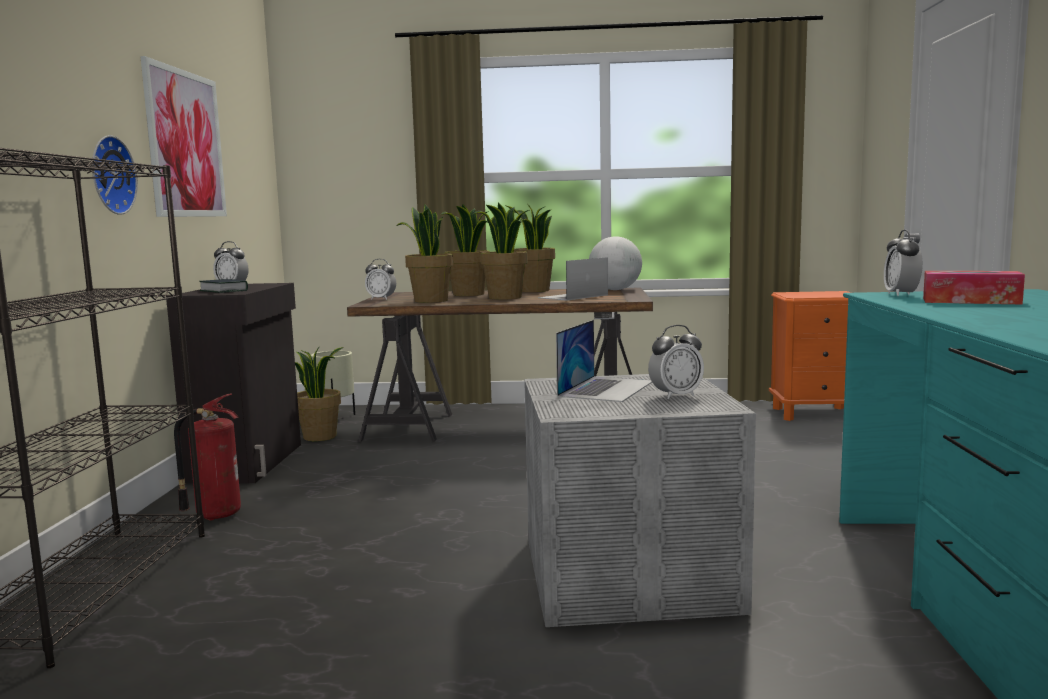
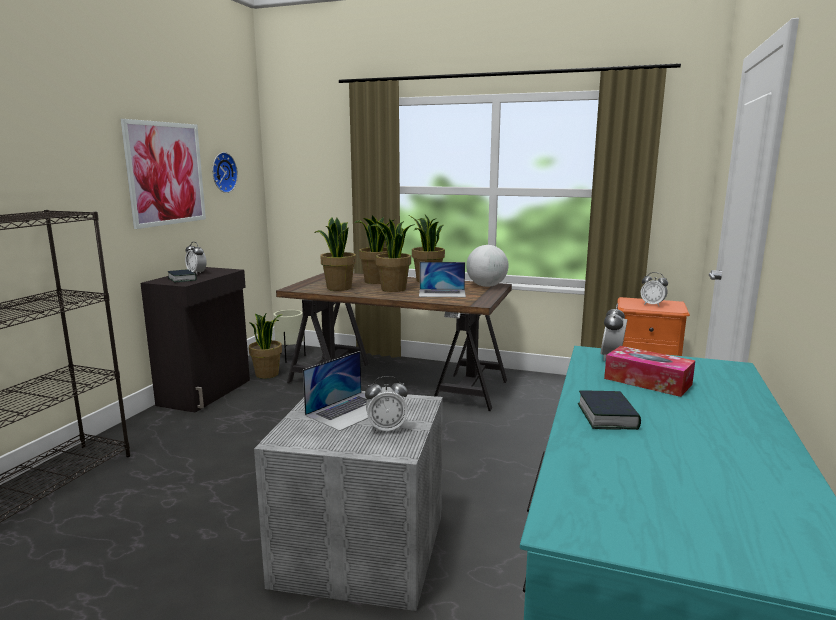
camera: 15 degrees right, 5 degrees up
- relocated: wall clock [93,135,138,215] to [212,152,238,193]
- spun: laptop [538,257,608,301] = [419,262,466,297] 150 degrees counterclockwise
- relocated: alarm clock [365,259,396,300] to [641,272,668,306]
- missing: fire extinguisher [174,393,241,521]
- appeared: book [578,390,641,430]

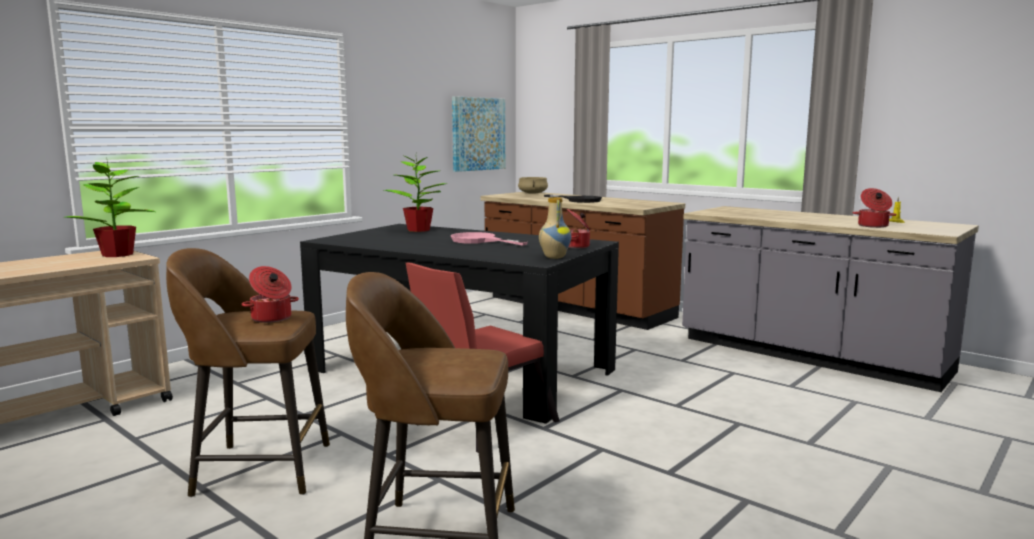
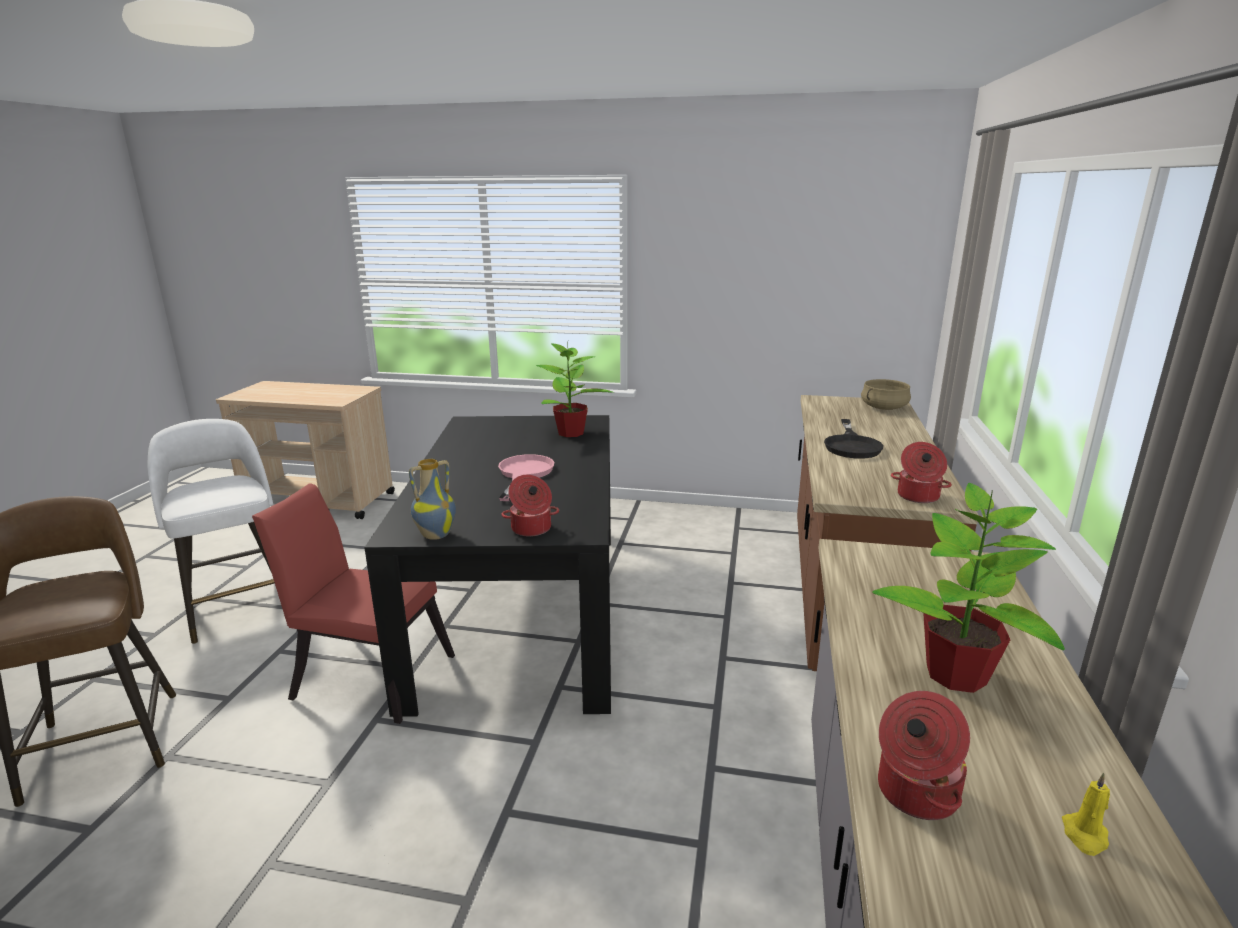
camera: 60 degrees right, 10 degrees up
- missing: picture [452,96,505,172]
- relocated: potted plant [65,161,156,257] to [872,483,1065,693]
- colour: stool (brown) [166,248,330,497] to stool (white) [148,419,275,644]
- relocated: cooking pot [241,266,299,323] to [891,442,952,503]

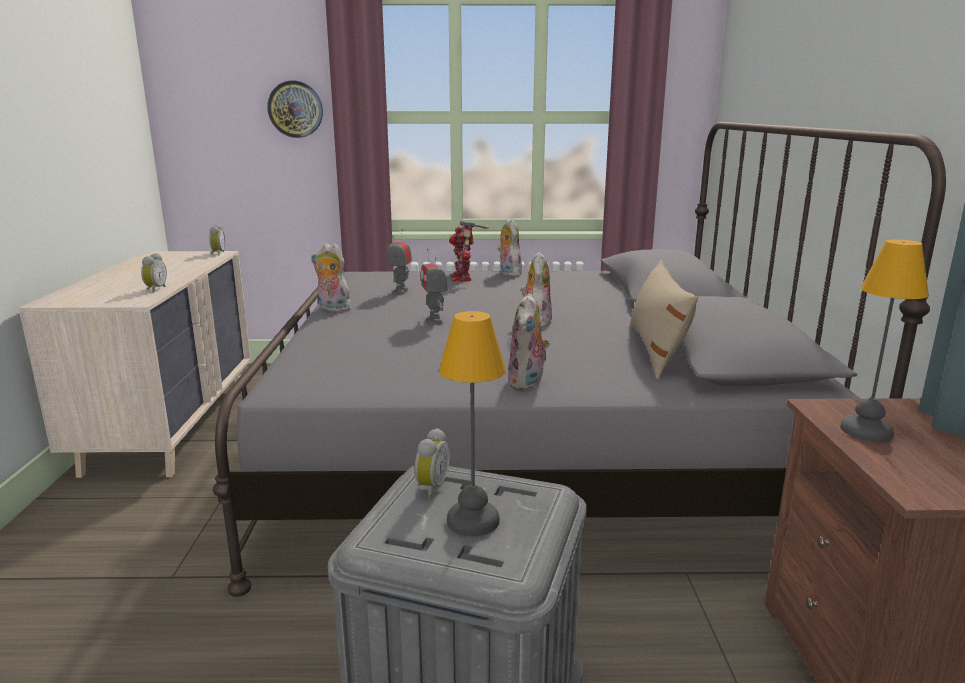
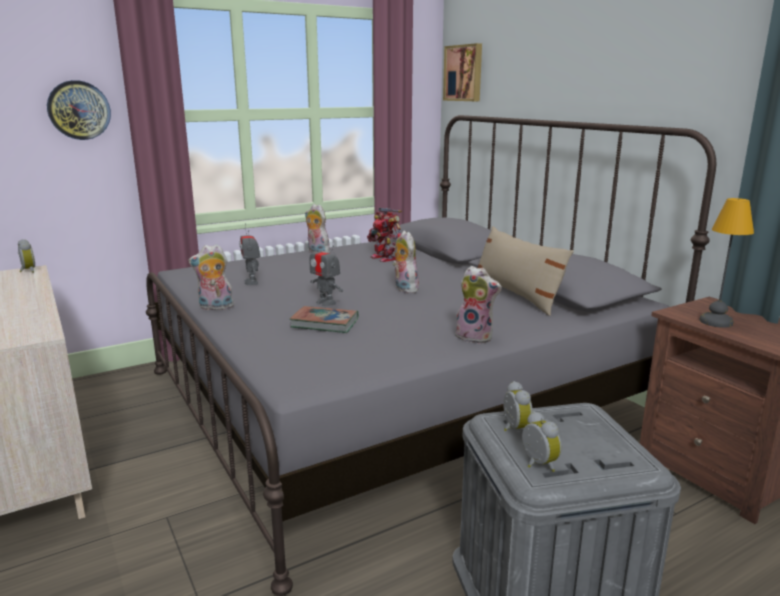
camera: 30 degrees left, 0 degrees up
- relocated: toy robot [449,221,488,281] to [367,208,402,262]
- relocated: alarm clock [141,253,167,292] to [522,411,562,472]
- spun: plush toy [508,293,550,391] = [455,266,502,344] 45 degrees counterclockwise
- missing: table lamp [439,311,506,536]
- appeared: picture [443,43,482,101]
- appeared: book [290,306,358,333]

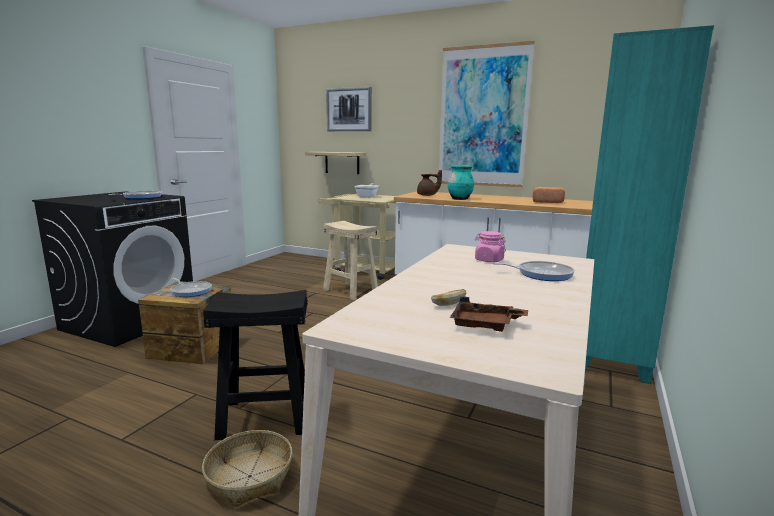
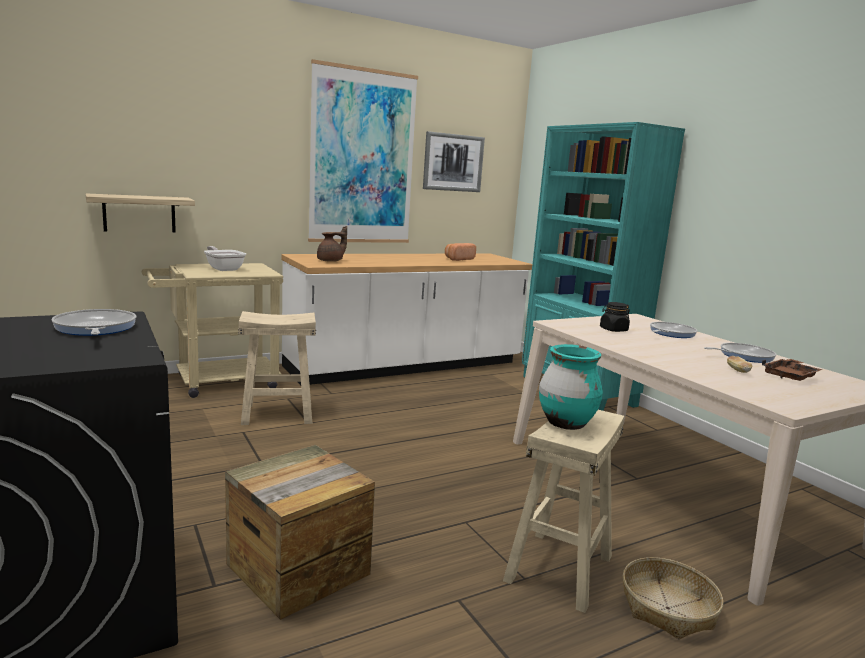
camera: 55 degrees left, 0 degrees up
- relocated: picture [326,87,372,131] to [423,131,485,192]
- relocated: vase (turquoise) [447,165,474,200] to [539,344,603,430]
- colour: jar (pink) [475,231,506,262] to jar (black) [600,302,630,332]
- relocated: frying pan [170,278,212,297] to [704,343,776,363]
- colour: stool (black) [203,290,308,440] to stool (beige) [503,410,624,613]

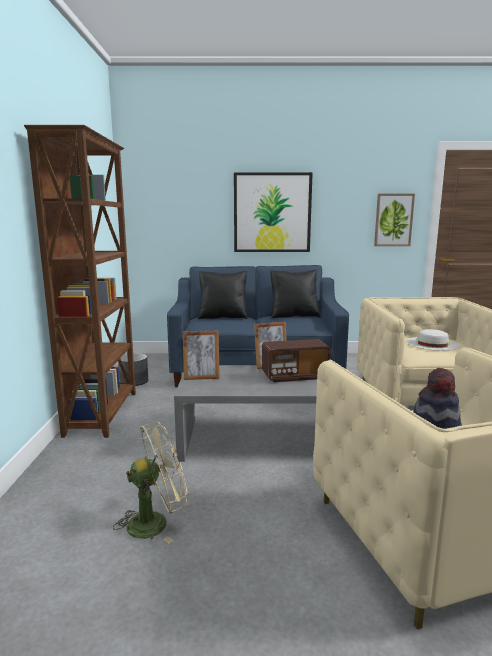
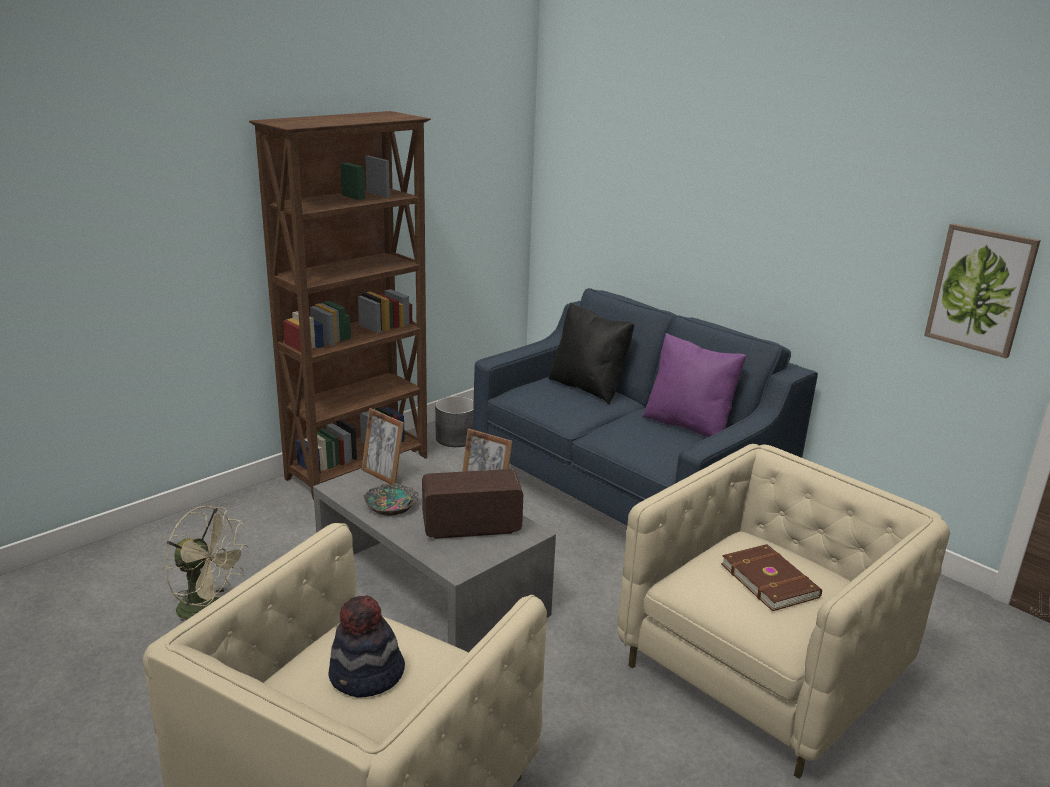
camera: 45 degrees right, 10 degrees up
- missing: picture [234,172,313,252]
- colour: pillow (black) [270,270,320,318] to pillow (purple) [642,333,746,437]
- exchanged: hat (white) [406,329,460,351] to book (brown) [721,544,822,611]
- spun: radio [262,339,331,382] = [422,469,523,539] 135 degrees clockwise
- appeared: bowl [364,483,418,516]

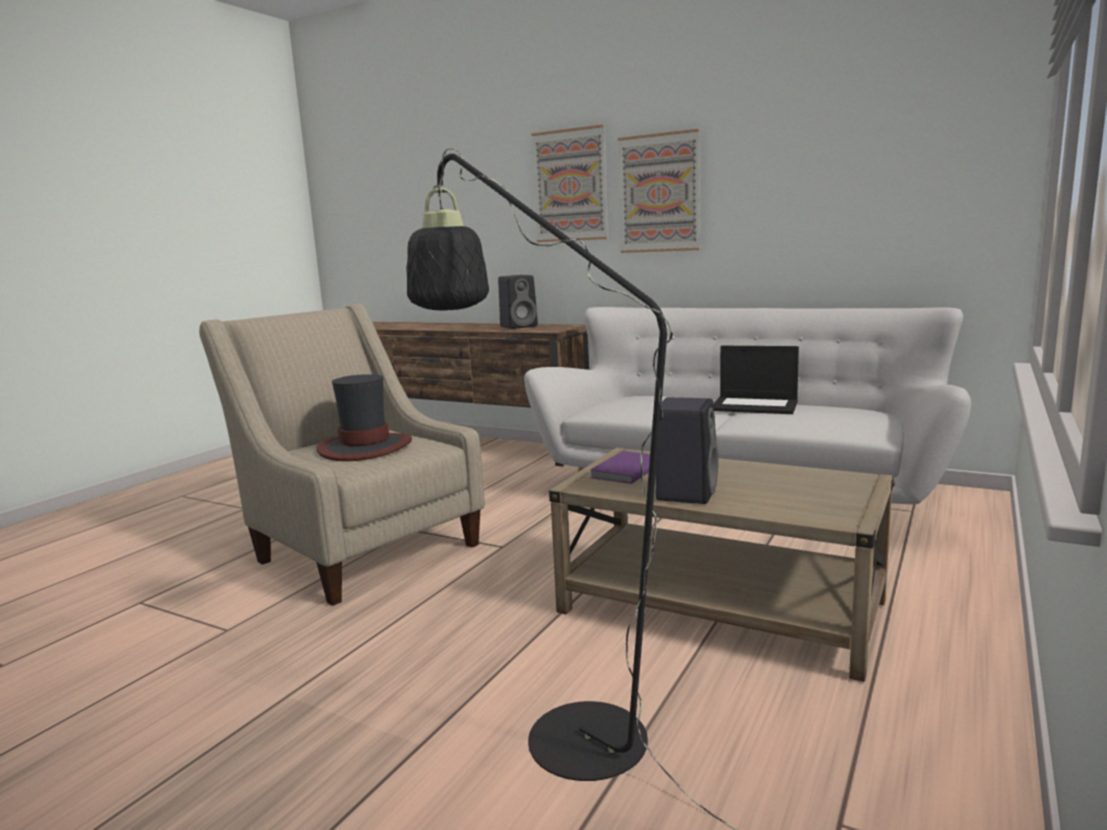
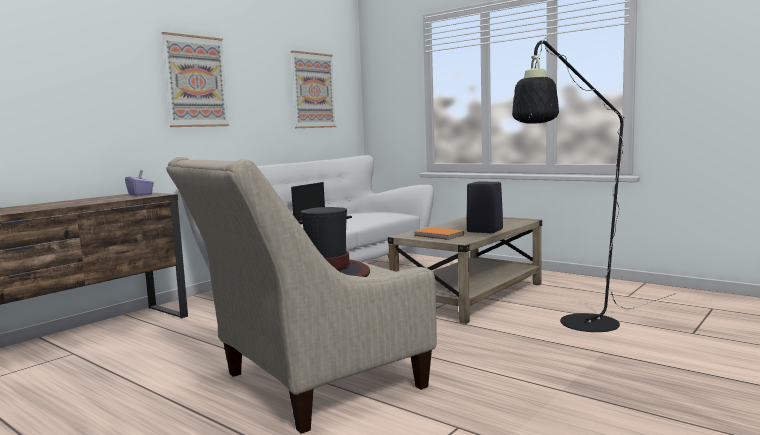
camera: 80 degrees left, 5 degrees down
- relocated: picture [531,124,608,242] to [291,51,336,128]
- missing: speaker (black) [498,275,538,329]
- colour: book (purple) [590,451,650,484] to book (orange) [414,228,464,240]
- appeared: tissue box (purple) [125,170,154,196]

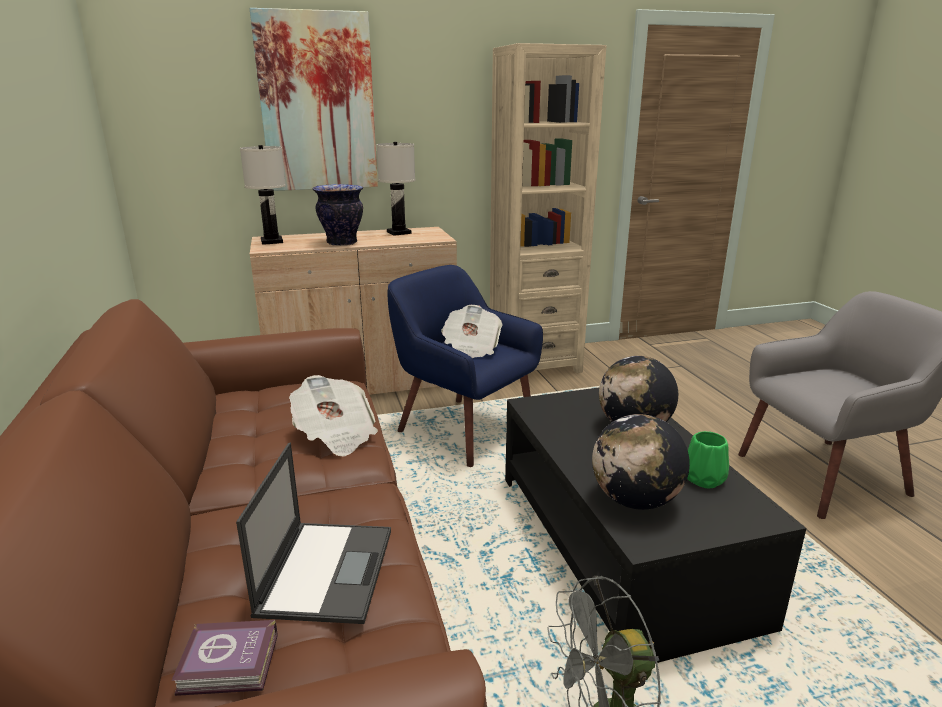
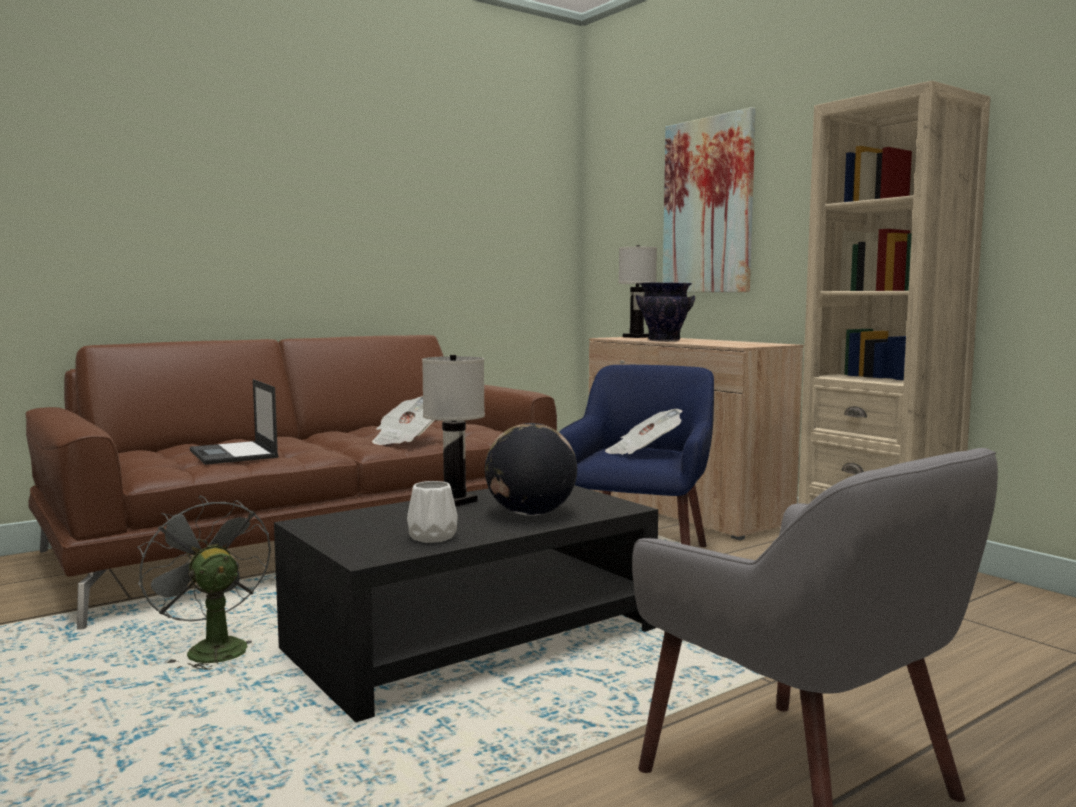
camera: 70 degrees right, 15 degrees down
- relocated: table lamp (white) [376,142,415,236] to [422,355,485,507]
- missing: globe [592,414,690,510]
- colour: vase (green) [687,431,729,488] to vase (white) [407,481,458,543]
- spun: laptop [236,442,391,624] = [190,379,279,465] 75 degrees clockwise
- missing: book [171,620,278,696]

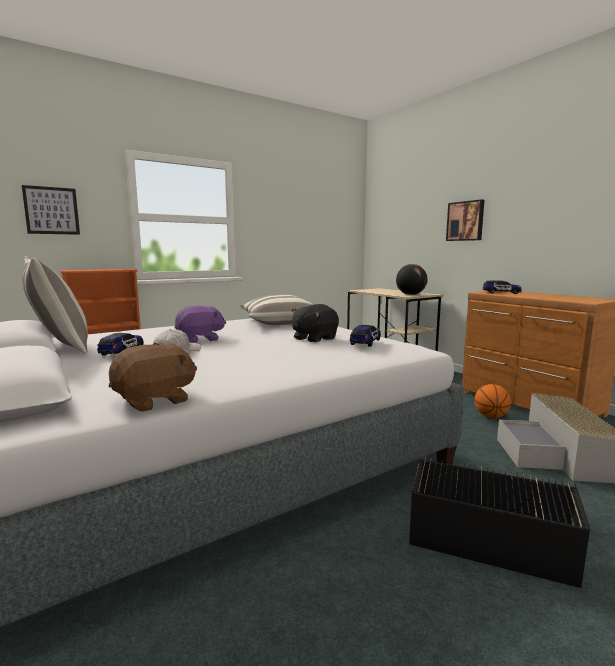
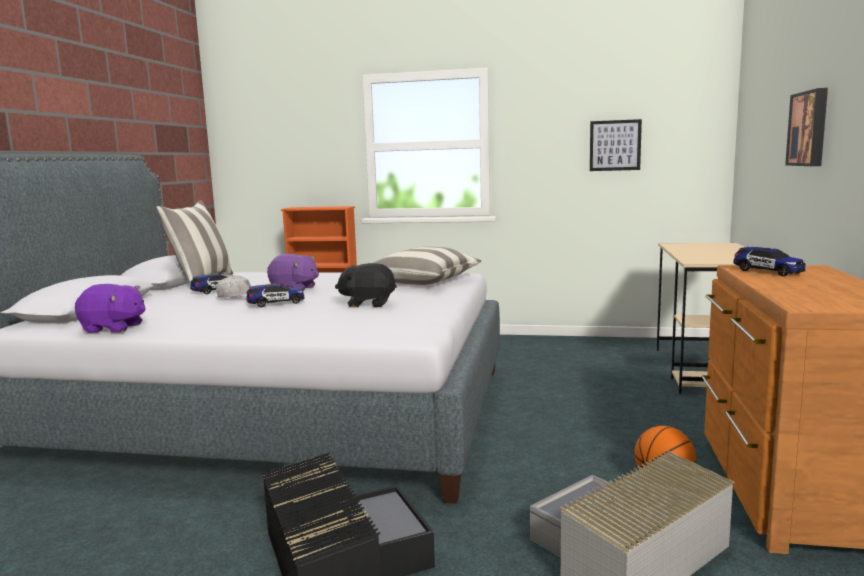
camera: 45 degrees right, 0 degrees up
- relocated: picture [22,185,80,235] to [590,119,642,171]
- missing: globe [396,264,427,295]
- relocated: toy car [350,325,381,347] to [246,284,304,307]
- colour: plush toy (brown) [109,344,197,412] to plush toy (purple) [75,284,146,333]

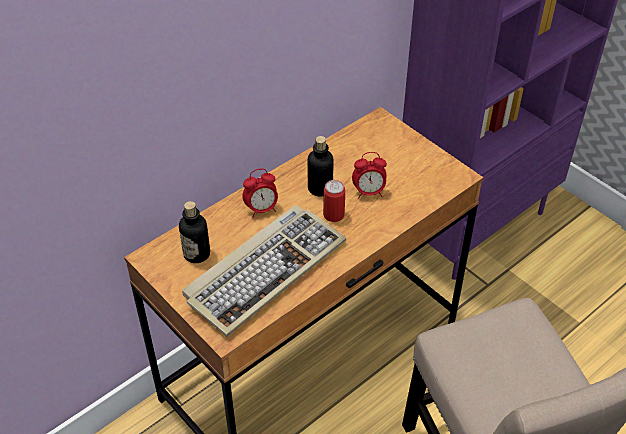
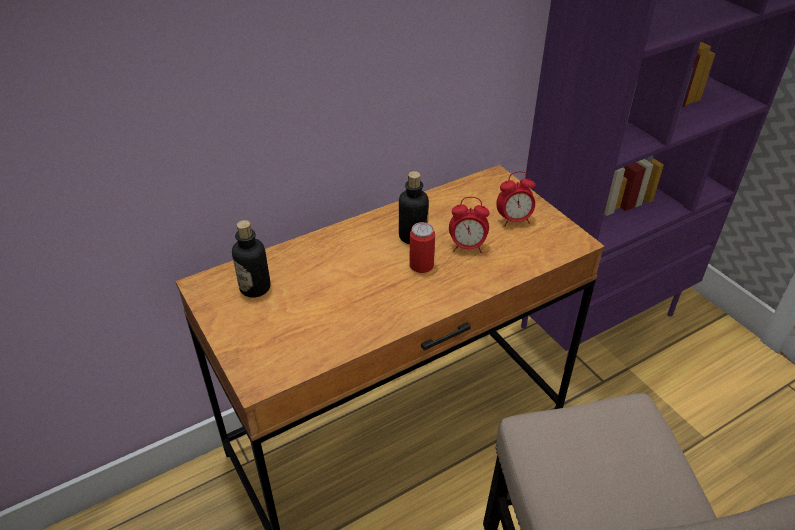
camera: 10 degrees right, 5 degrees down
- relocated: alarm clock [242,168,278,218] to [496,171,536,227]
- missing: keyboard [182,205,346,337]

